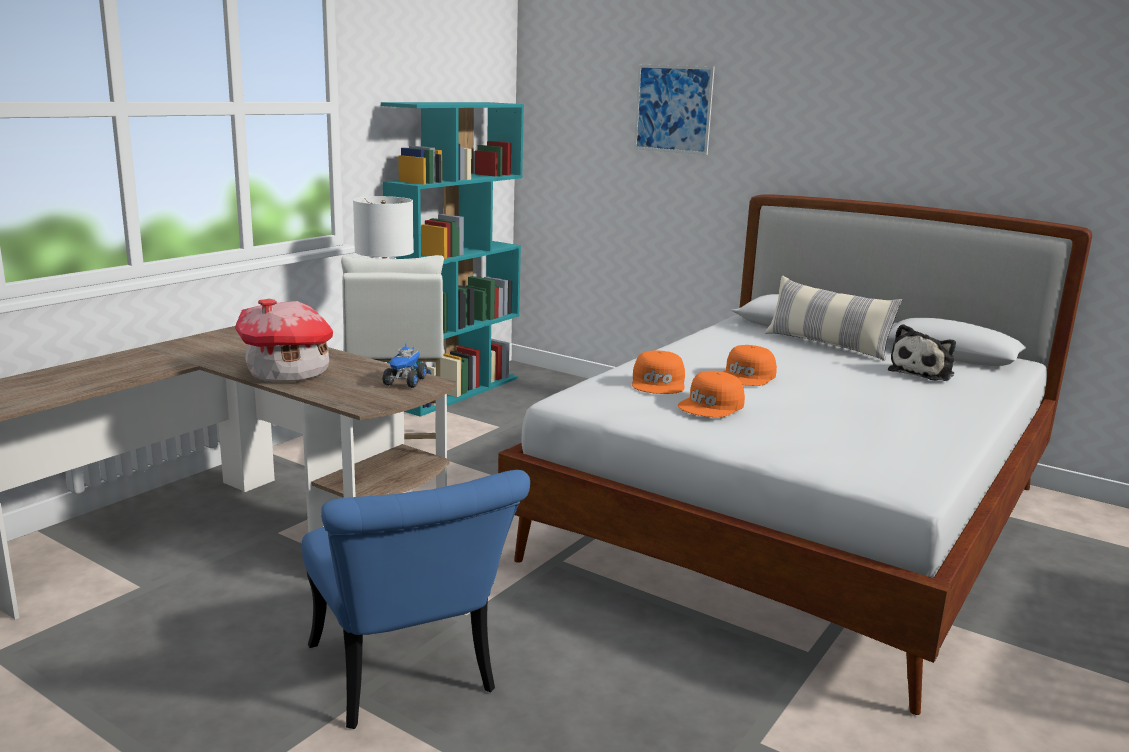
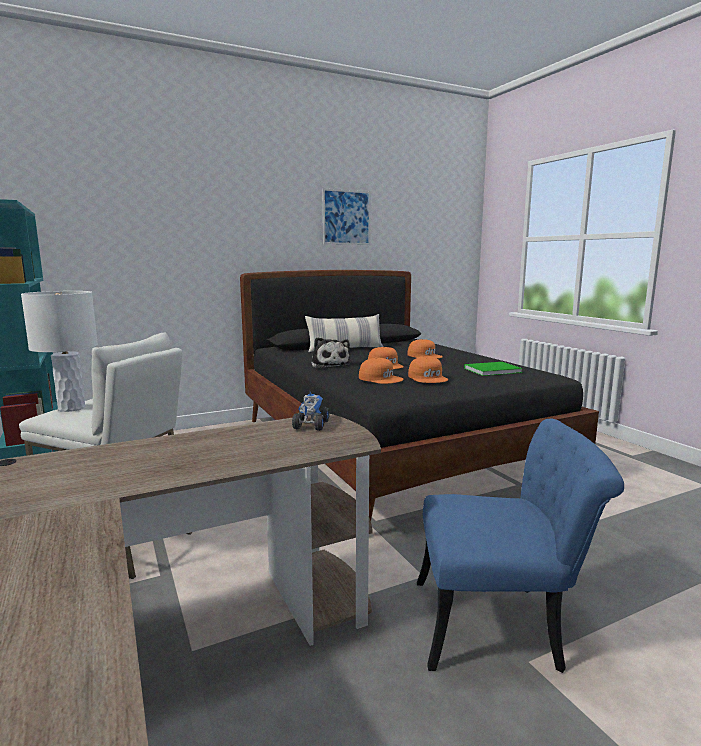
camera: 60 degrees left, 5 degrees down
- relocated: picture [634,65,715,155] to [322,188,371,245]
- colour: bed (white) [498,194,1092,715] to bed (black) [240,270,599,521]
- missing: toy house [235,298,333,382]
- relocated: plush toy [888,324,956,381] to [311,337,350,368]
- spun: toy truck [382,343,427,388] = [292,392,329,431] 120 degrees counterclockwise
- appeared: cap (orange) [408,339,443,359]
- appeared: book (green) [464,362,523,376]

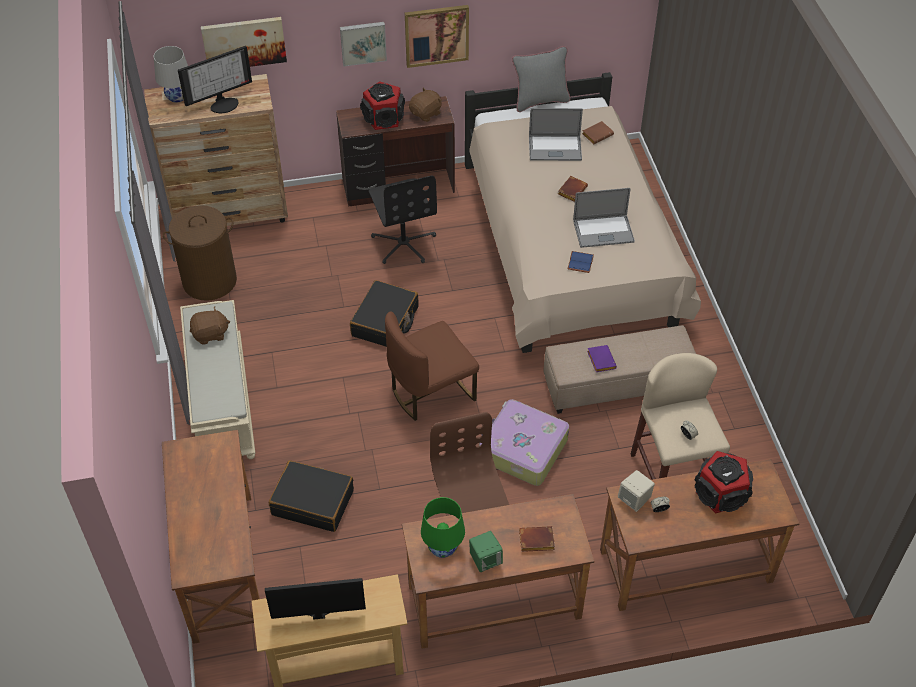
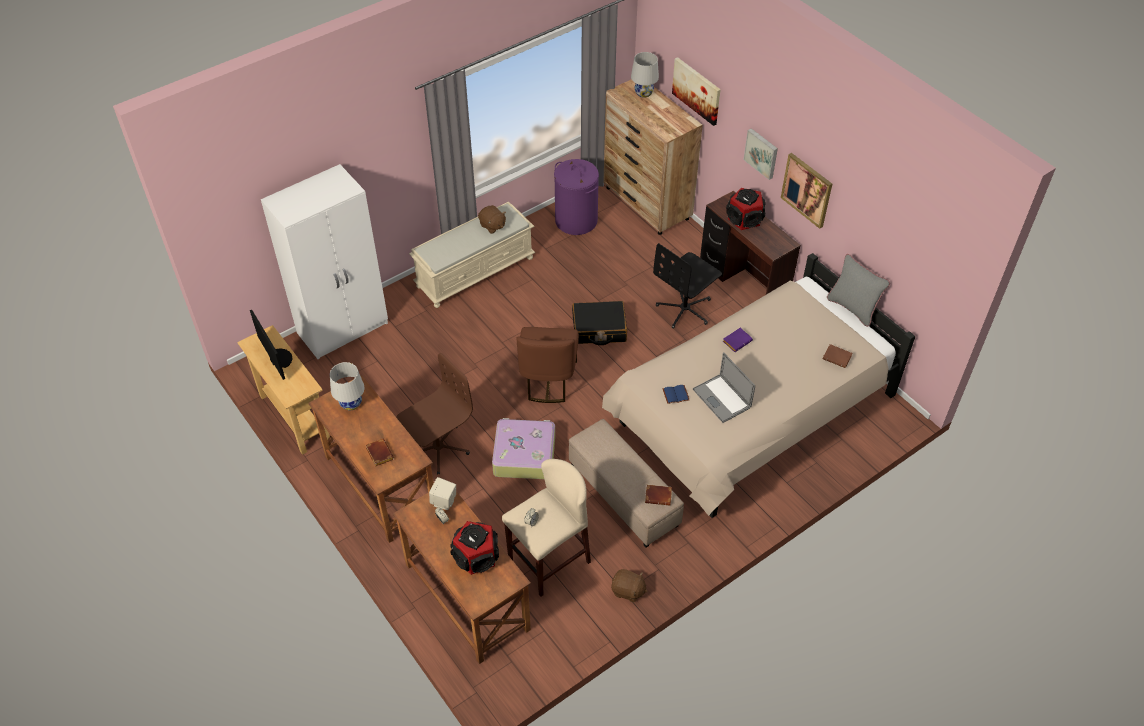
camera: 65 degrees right, 0 degrees up
- missing: monitor [178,46,252,113]
- relocated: plush toy (brown) [409,88,442,122] to [611,569,648,602]
- missing: laptop [529,108,583,161]
- relocated: book (brown) [558,176,588,202] to [645,485,672,505]
- colour: laundry basket (brown) [163,205,237,301] to laundry basket (purple) [554,159,599,235]
- spun: chair (brown) [385,311,479,421] = [516,327,579,403] 120 degrees counterclockwise
- relocated: book (purple) [587,345,617,372] to [723,328,753,352]
- exchanged: desk (brown) [162,430,260,644] to wardrobe (white) [261,164,388,359]
- missing: suitcase (black) [269,460,354,532]
- colour: table lamp (green) [421,497,465,558] to table lamp (white) [330,362,365,410]
- missing: speaker (green) [469,531,503,572]

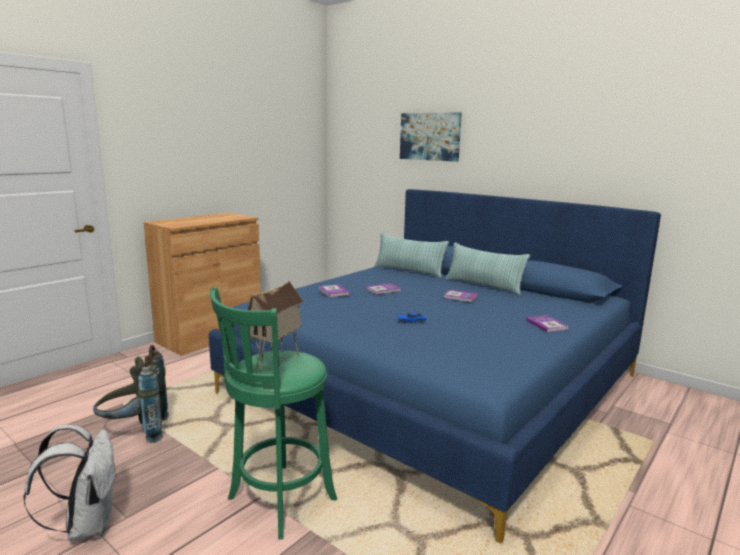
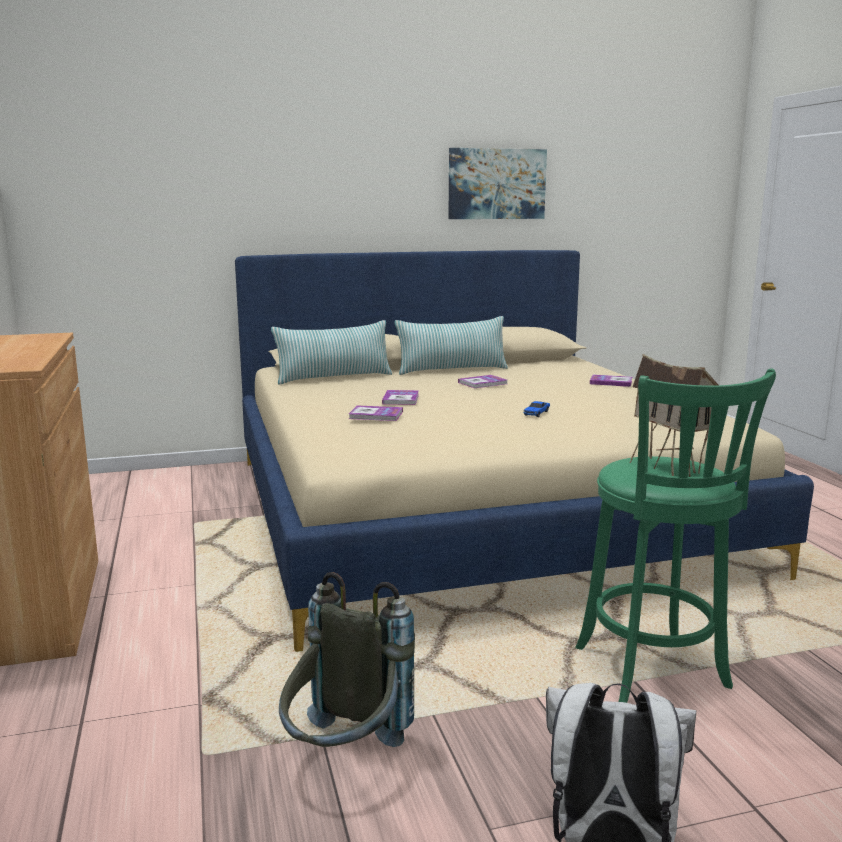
camera: 55 degrees left, 0 degrees up
- relocated: picture [400,112,462,162] to [448,148,547,219]
- colour: bed (blue) [209,189,661,543] to bed (beige) [235,250,814,652]

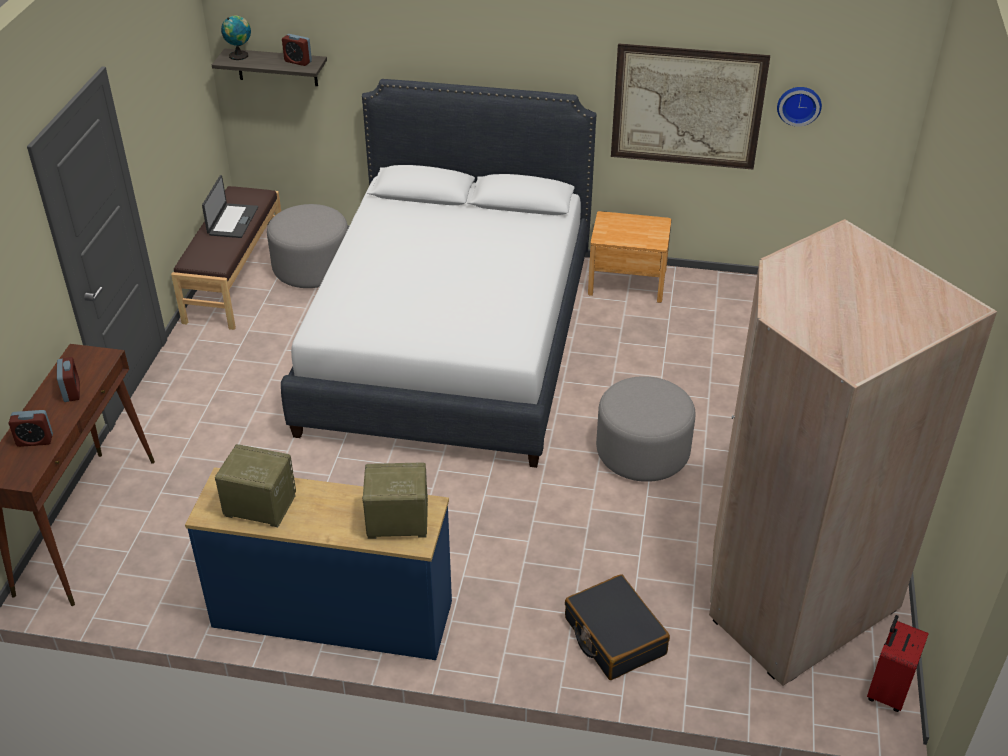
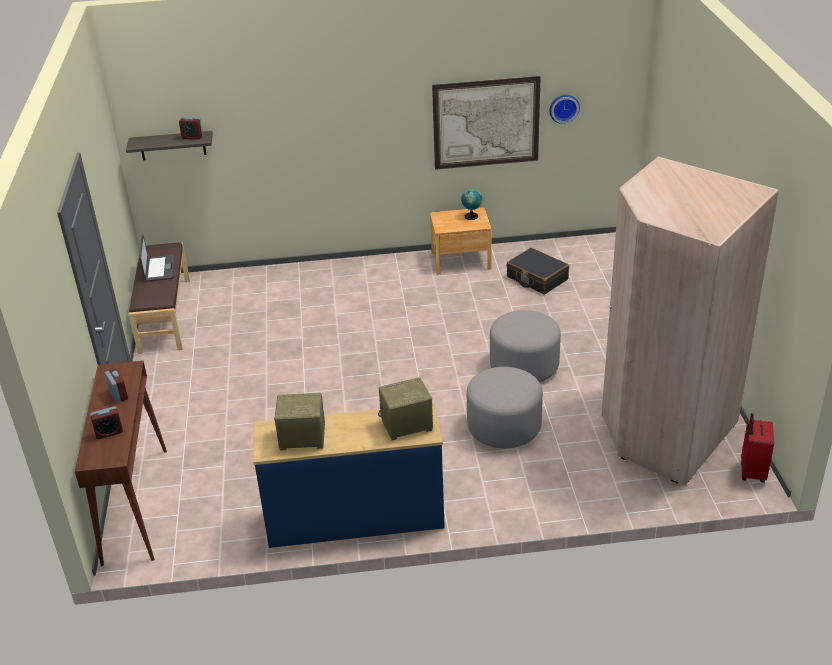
camera: 15 degrees left, 5 degrees down
- relocated: globe [221,15,251,60] to [461,189,482,220]
- missing: bed (white) [281,79,596,468]
- relocated: ottoman (grey) [267,204,348,288] to [467,367,543,448]
- relocated: suitcase (black) [565,574,670,680] to [506,248,569,295]

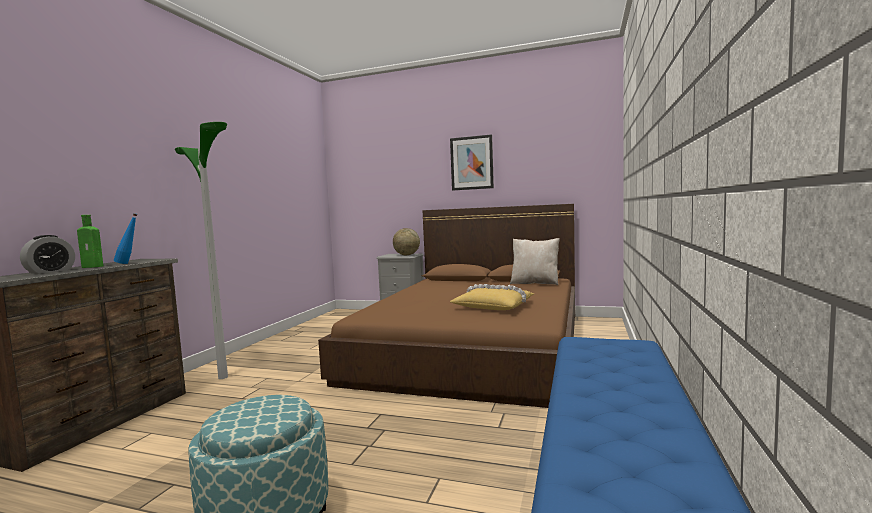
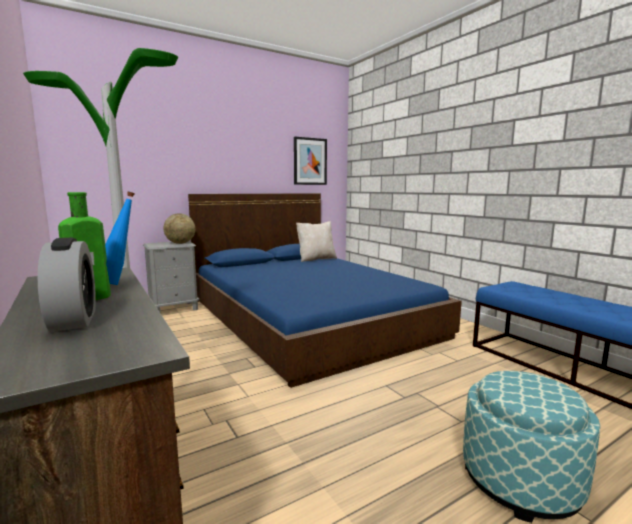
camera: 50 degrees left, 5 degrees up
- relocated: picture [450,134,494,191] to [294,137,327,185]
- colour: bed (brown) [318,204,575,408] to bed (blue) [188,193,462,388]
- missing: pillow (yellow) [450,284,534,310]

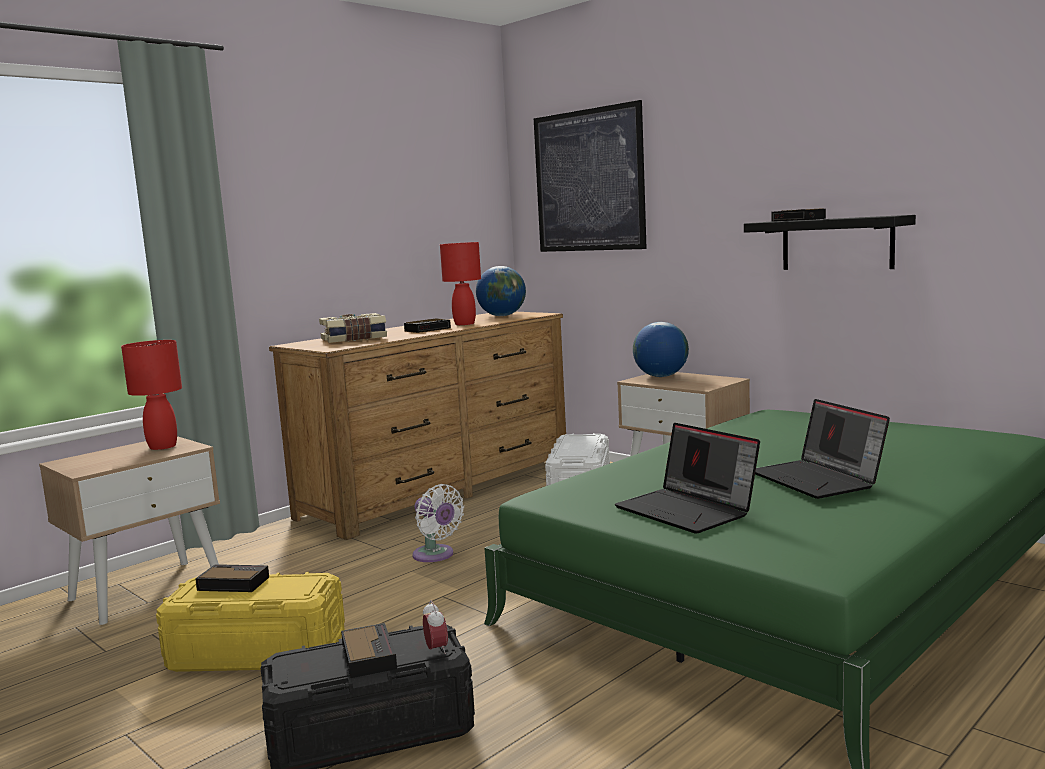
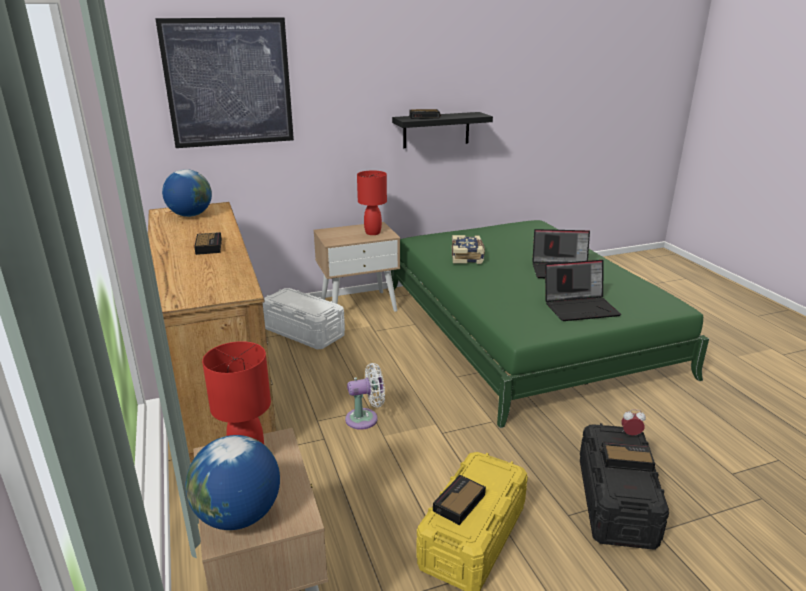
camera: 65 degrees left, 15 degrees up
- relocated: table lamp (red) [440,242,481,325] to [357,170,387,235]
- relocated: book [319,313,387,343] to [452,235,485,264]
- relocated: globe [633,322,689,377] to [186,435,280,530]

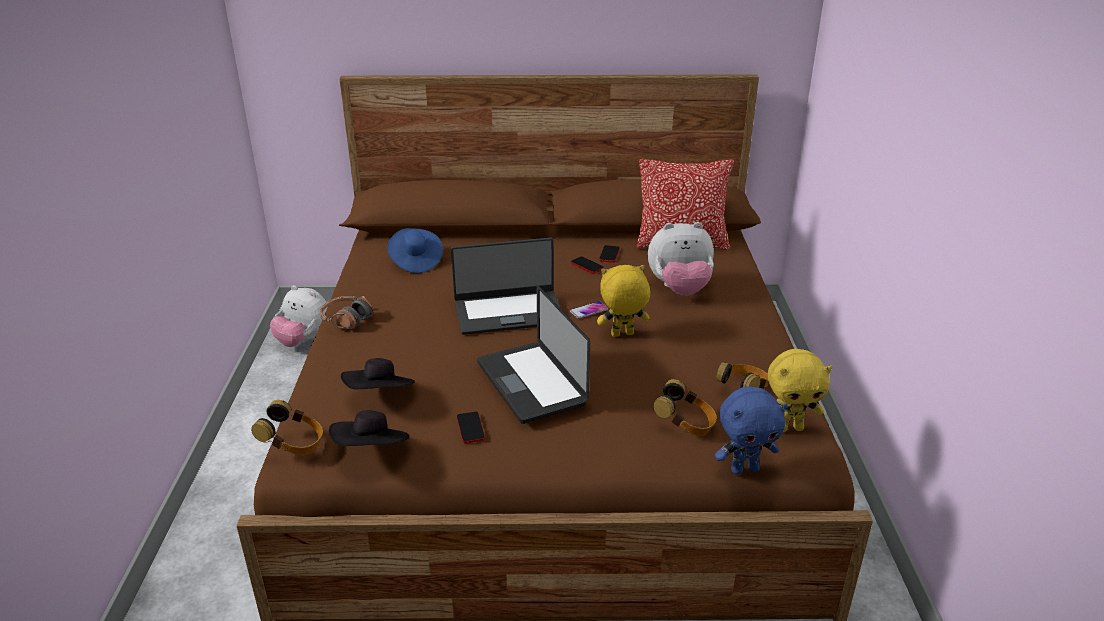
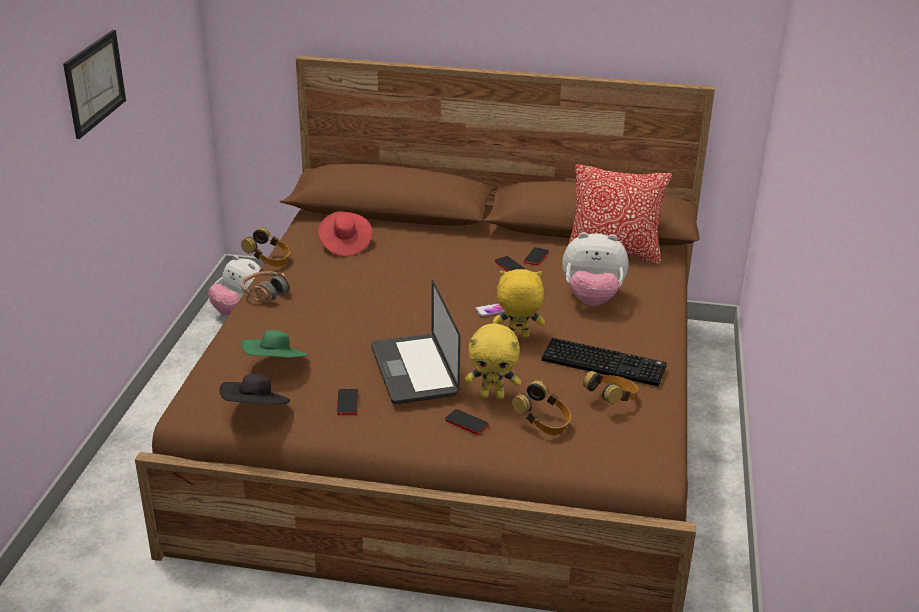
camera: 10 degrees right, 0 degrees up
- colour: hat (blue) [387,228,443,273] to hat (red) [318,211,372,256]
- missing: laptop [451,238,560,335]
- relocated: plush toy (yellow) [768,349,833,432] to [465,323,521,399]
- colour: hat (black) [341,358,415,389] to hat (green) [241,330,308,357]
- missing: plush toy (blue) [715,386,788,474]
- relocated: headphones [251,400,323,455] to [241,227,290,267]
- appeared: picture [63,30,126,139]
- appeared: keyboard [542,338,667,386]
- appeared: phone [445,409,489,435]

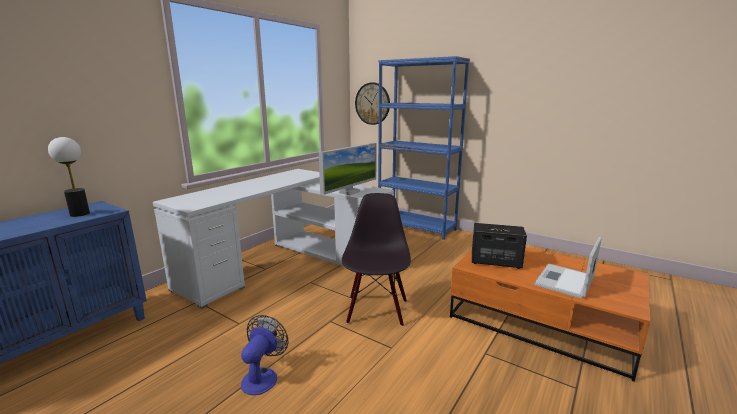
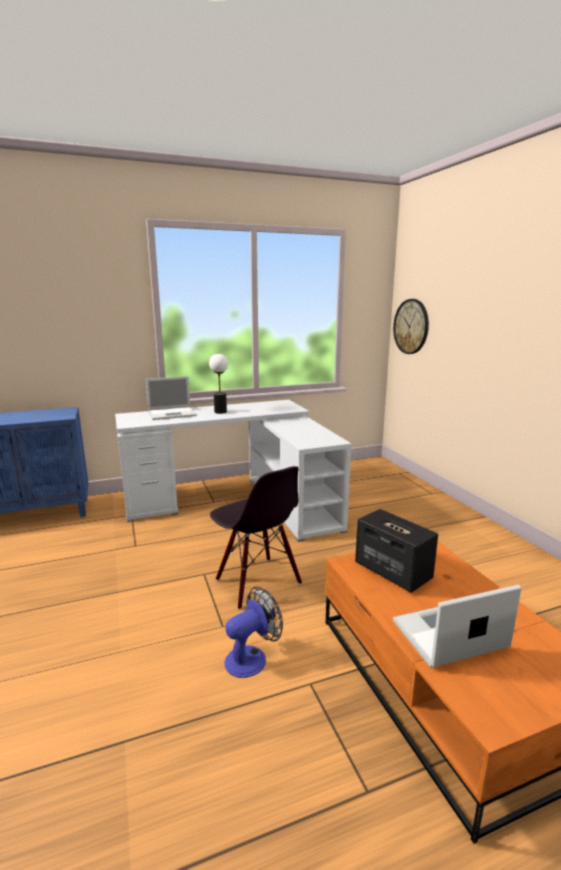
camera: 35 degrees right, 0 degrees up
- missing: bookcase (blue) [378,56,470,240]
- relocated: table lamp [48,137,90,217] to [209,354,228,414]
- missing: monitor [319,143,377,195]
- spun: chair (black) [342,193,411,327] = [210,466,302,610] 105 degrees clockwise
- relocated: fan [241,315,288,395] to [225,586,283,678]
- appeared: laptop [146,376,196,420]

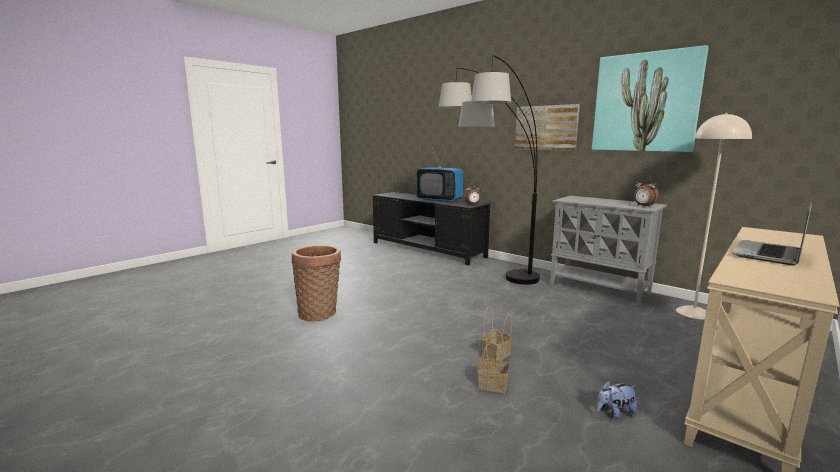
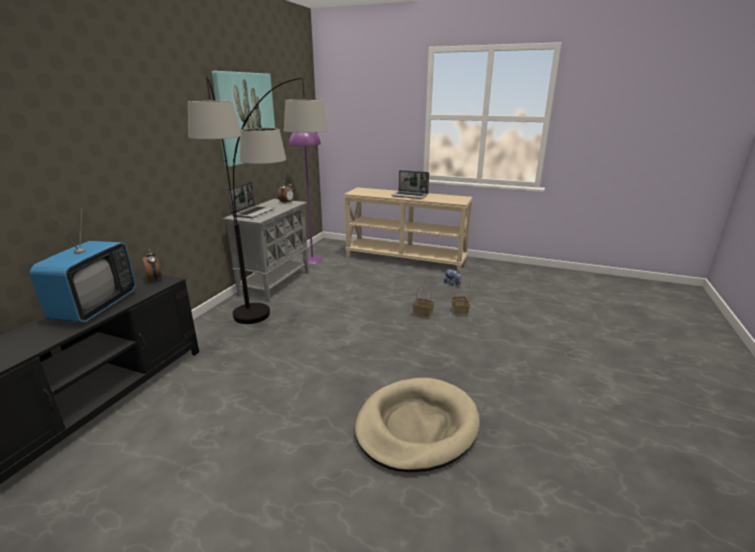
camera: 110 degrees left, 10 degrees up
- missing: picture [515,104,580,151]
- colour: floor lamp (beige) [676,113,752,320] to floor lamp (purple) [289,132,323,264]
- exchanged: basket [291,245,341,321] to dog bed (beige) [355,378,480,472]
- appeared: laptop [227,182,275,218]

